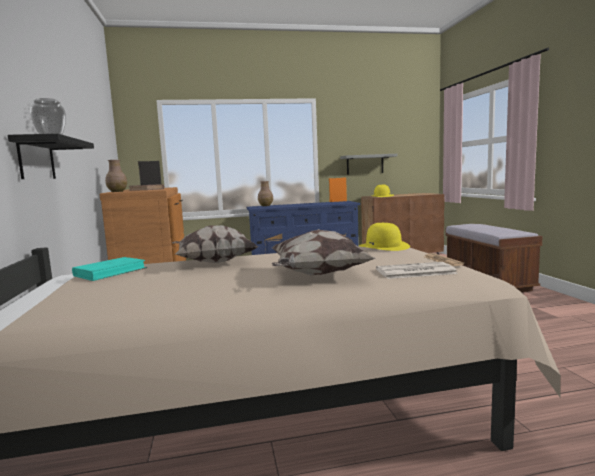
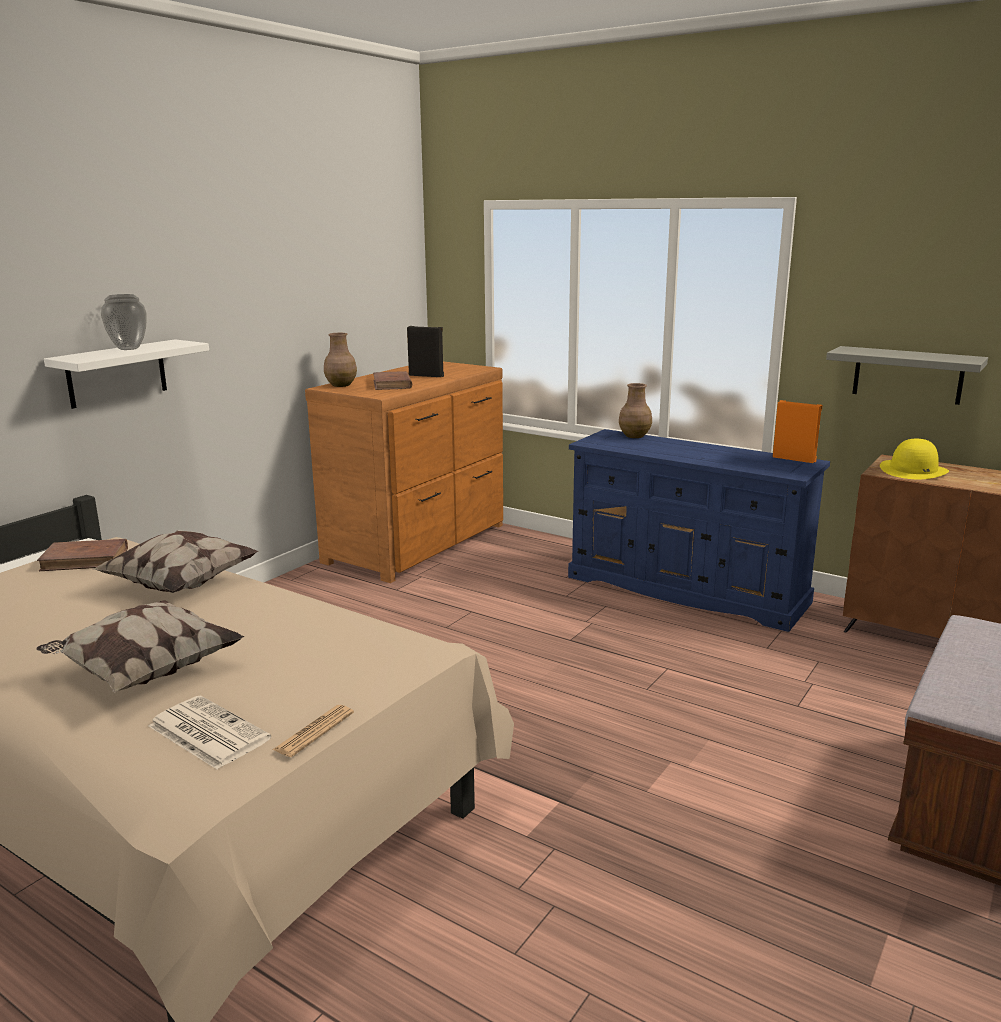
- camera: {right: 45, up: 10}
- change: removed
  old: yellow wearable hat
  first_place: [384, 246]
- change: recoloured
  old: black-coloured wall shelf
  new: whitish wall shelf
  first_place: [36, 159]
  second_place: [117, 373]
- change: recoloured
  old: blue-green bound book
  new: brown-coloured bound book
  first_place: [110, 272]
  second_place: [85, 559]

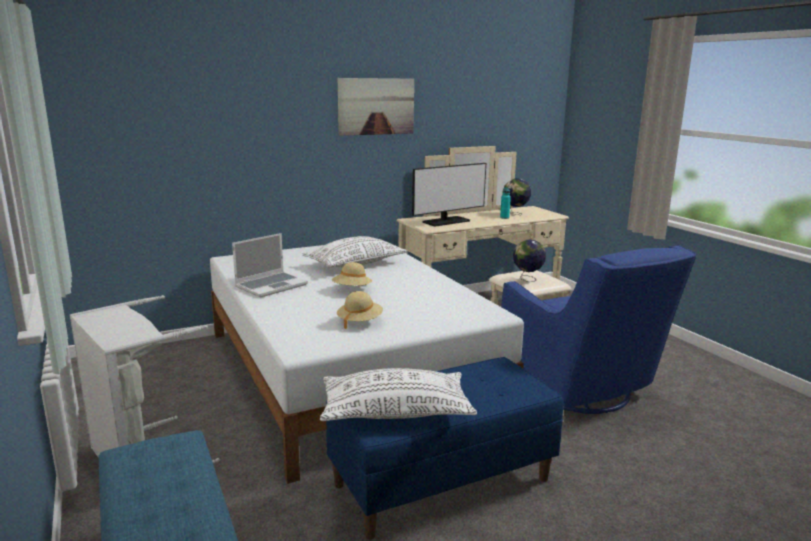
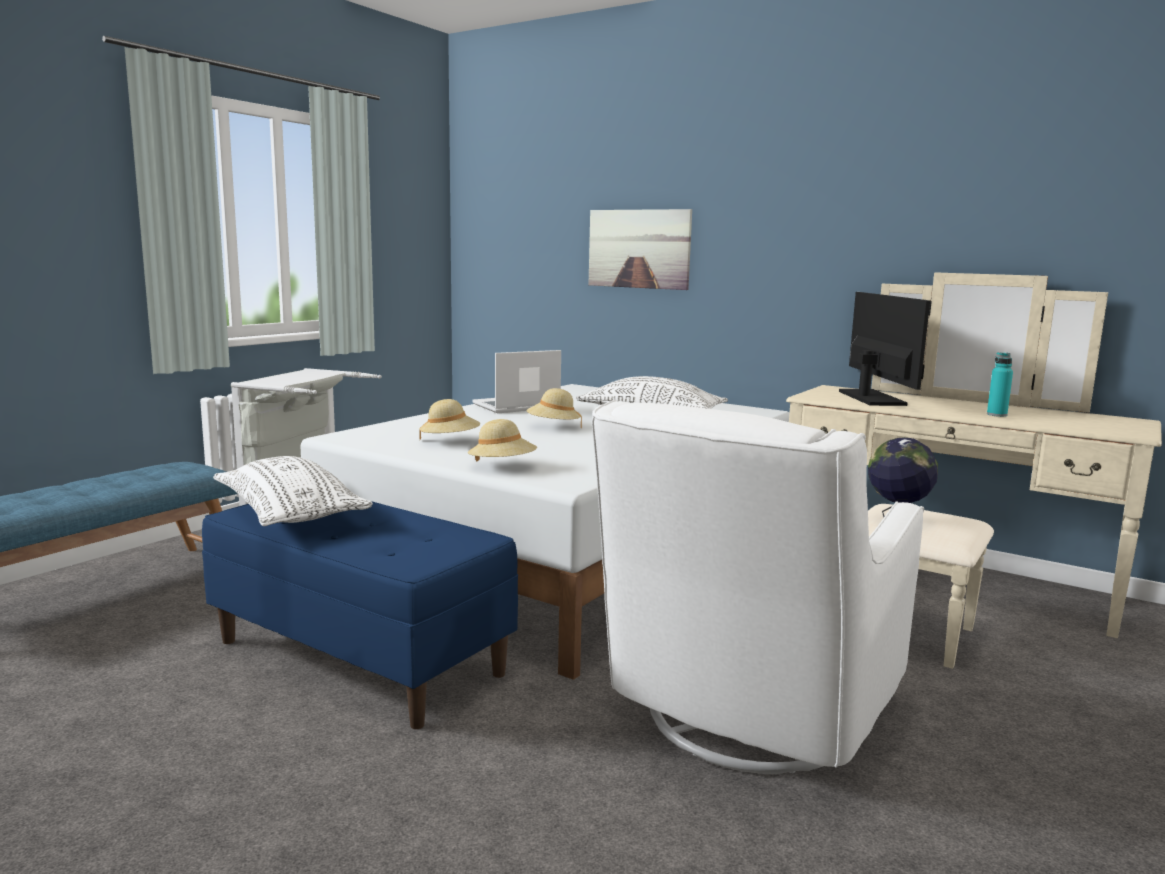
- camera: {right: 60, up: -5}
- change: removed
  old: globe
  first_place: [515, 214]
- change: added
  new: beige wearable hat
  second_place: [502, 466]
- change: moved
  old: wall picture
  first_place: [376, 106]
  second_place: [639, 249]
- change: recoloured
  old: blue-coloured lounge chair
  new: whitish lounge chair
  first_place: [581, 391]
  second_place: [745, 719]
- change: turned
  old: laptop
  first_place: [271, 285]
  second_place: [516, 406]
  degrees: 135
- change: turned
  old: computer display
  first_place: [446, 221]
  second_place: [871, 398]
  degrees: -120

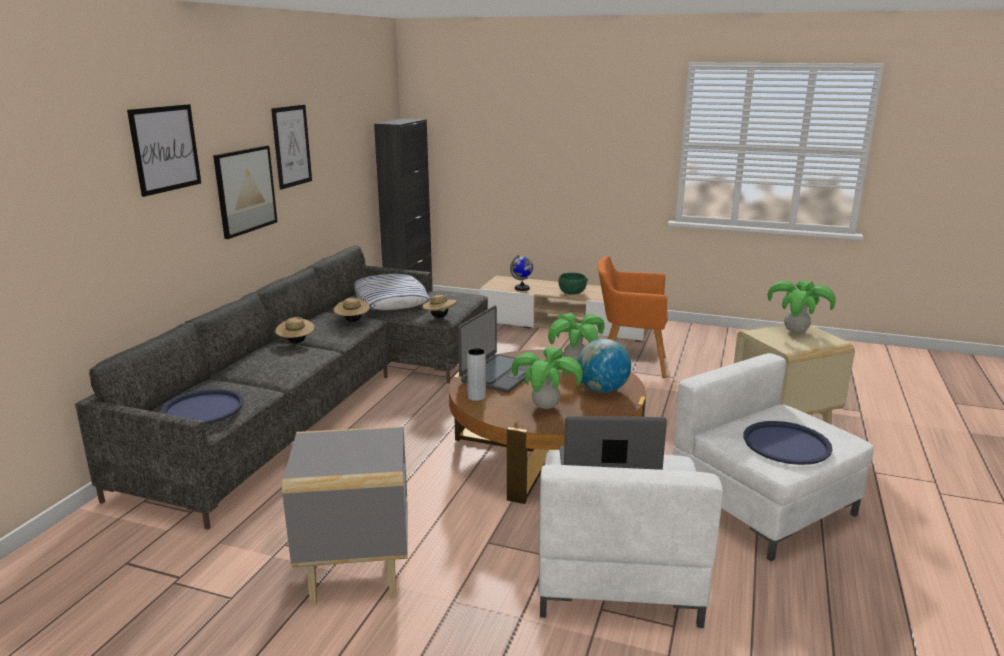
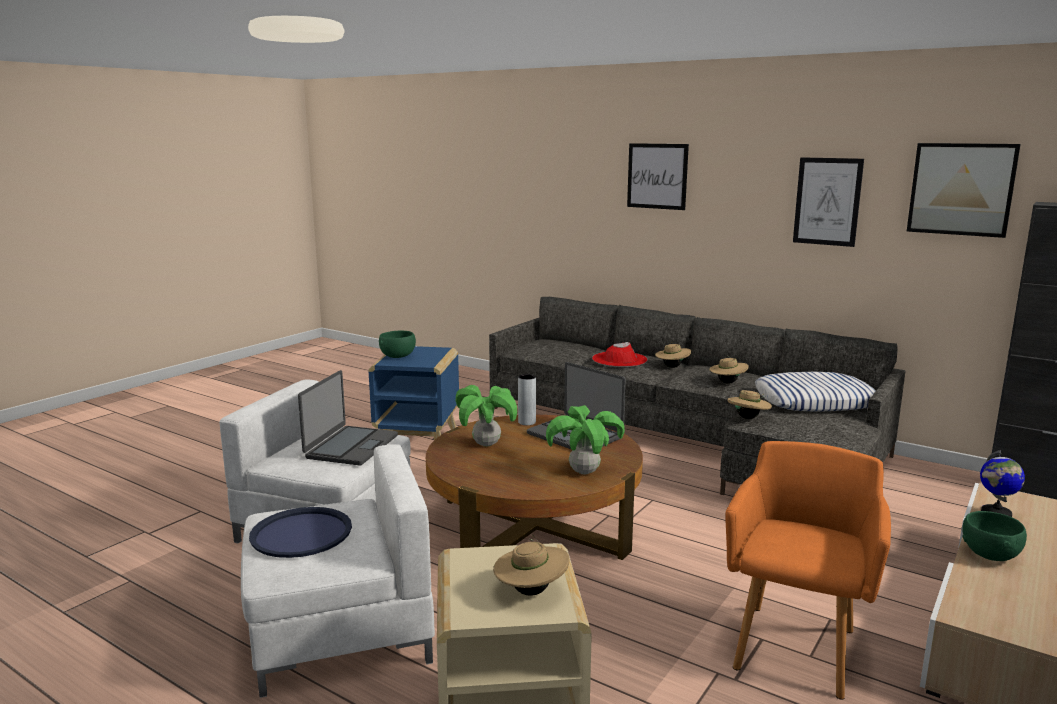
- camera: {right: 105, up: -5}
- change: removed
  old: blue-coloured serving tray
  first_place: [203, 408]
- change: removed
  old: globe
  first_place: [602, 390]
- change: added
  new: green bowl
  second_place: [398, 356]
- change: added
  new: red-coloured wearable hat
  second_place: [619, 359]
- change: moved
  old: wall picture
  first_place: [245, 190]
  second_place: [961, 189]
- change: replaced
  old: potted plant
  new: beige wearable hat
  first_place: [795, 331]
  second_place: [531, 591]
- change: recoloured
  old: greyish accent table
  new: blue-coloured accent table
  first_place: [356, 565]
  second_place: [419, 442]

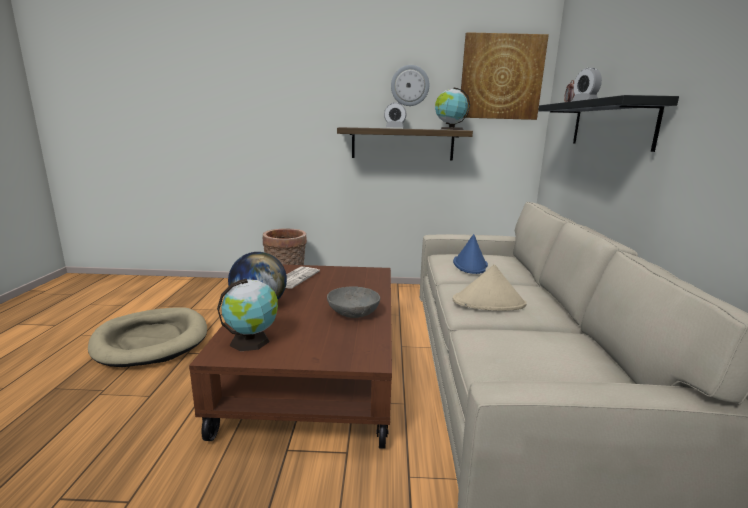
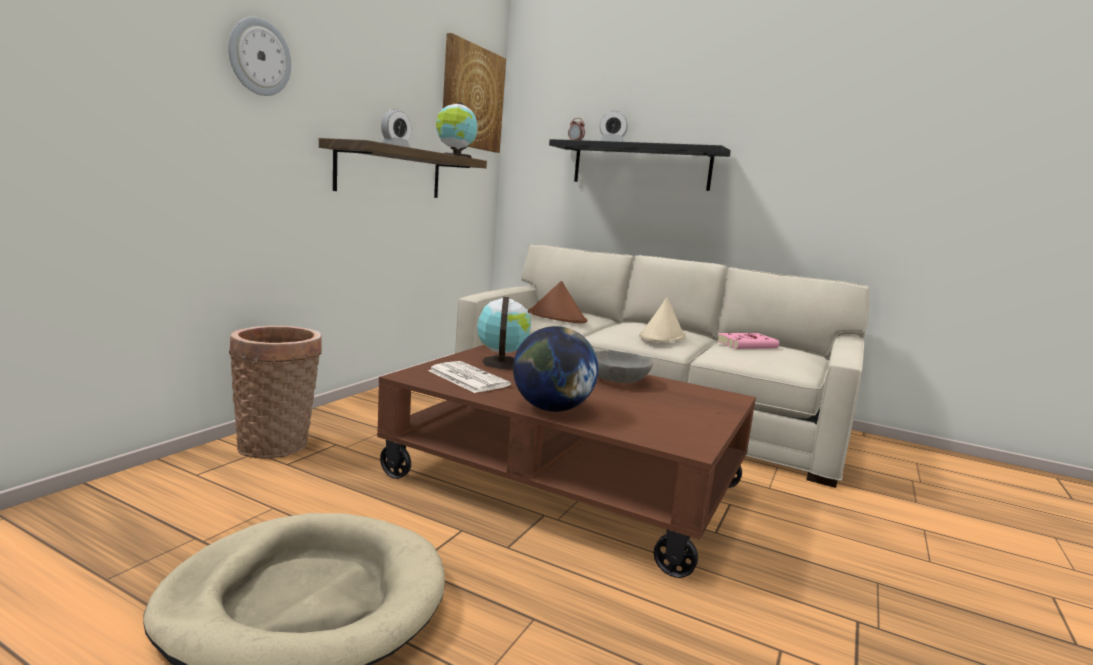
- camera: {right: -65, up: -5}
- change: added
  new: pink bound book
  second_place: [748, 345]
- change: moved
  old: globe
  first_place: [252, 340]
  second_place: [501, 363]
- change: moved
  old: hanging clock
  first_place: [410, 85]
  second_place: [259, 57]
- change: recoloured
  old: blue-coloured wearable hat
  new: brown-coloured wearable hat
  first_place: [470, 264]
  second_place: [557, 317]

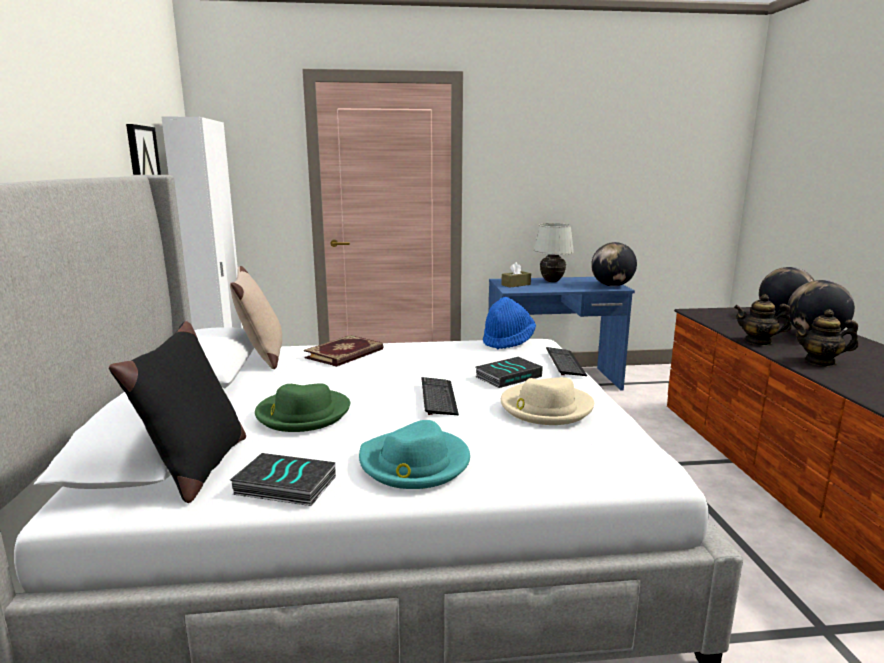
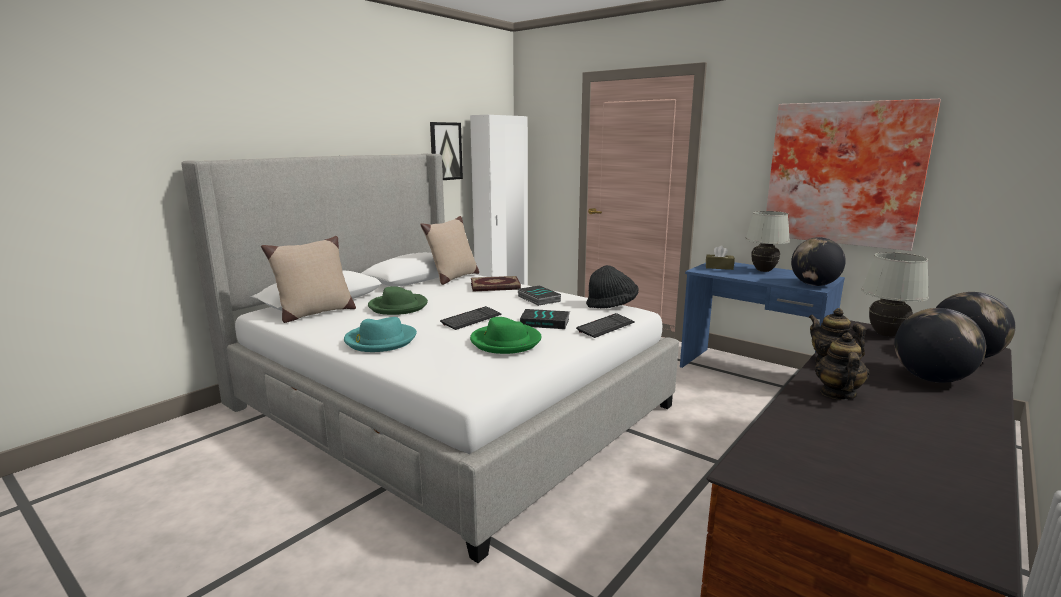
- camera: {right: 45, up: 0}
- change: added
  new: wall picture
  second_place: [844, 174]
- change: added
  new: whitish table lamp
  second_place: [886, 335]
- change: moved
  old: bound book
  first_place: [283, 486]
  second_place: [537, 299]
- change: recoloured
  old: black-coloured cushion
  new: beige cushion
  first_place: [197, 469]
  second_place: [315, 313]
- change: recoloured
  old: blue-coloured wearable hat
  new: black-coloured wearable hat
  first_place: [508, 341]
  second_place: [612, 305]
- change: recoloured
  old: beige wearable hat
  new: green wearable hat
  first_place: [545, 407]
  second_place: [505, 342]
- change: turned
  old: teapot
  first_place: [820, 362]
  second_place: [837, 394]
  degrees: 45

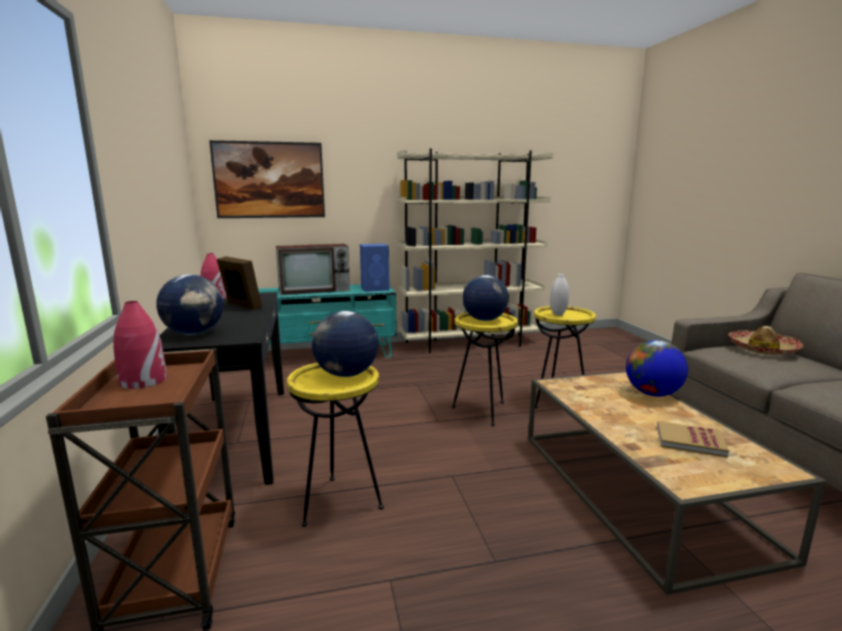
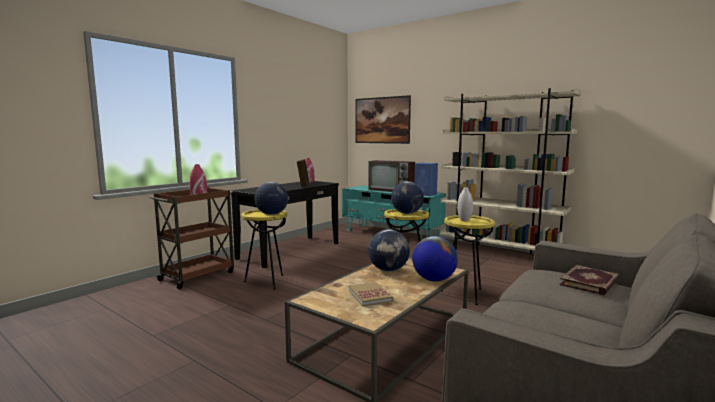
- camera: {right: 50, up: -5}
- change: moved
  old: globe
  first_place: [194, 333]
  second_place: [388, 270]
- change: replaced
  old: wearable hat
  new: bound book
  first_place: [762, 349]
  second_place: [590, 282]

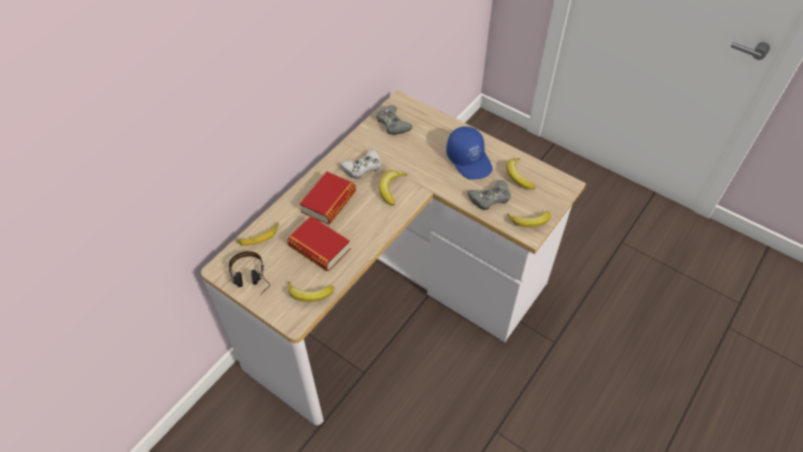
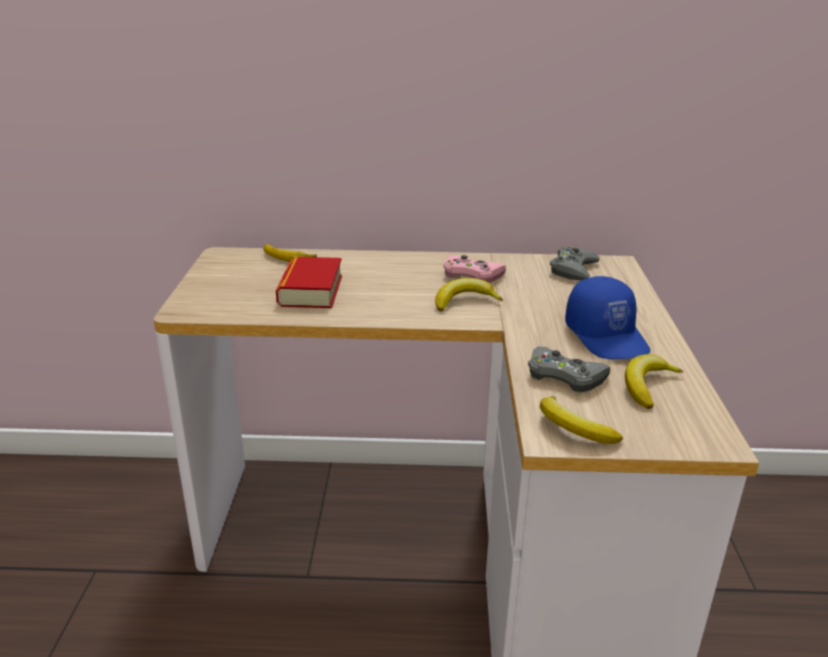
- camera: {right: 55, up: -25}
- change: removed
  old: headset
  first_place: [250, 281]
- change: removed
  old: whole banana
  first_place: [310, 294]
- change: removed
  old: bound book
  first_place: [328, 202]
- change: recoloured
  old: whitish game controller
  new: pink game controller
  first_place: [362, 167]
  second_place: [472, 275]
- change: turned
  old: blue-coloured cap
  first_place: [469, 160]
  second_place: [607, 337]
  degrees: -45

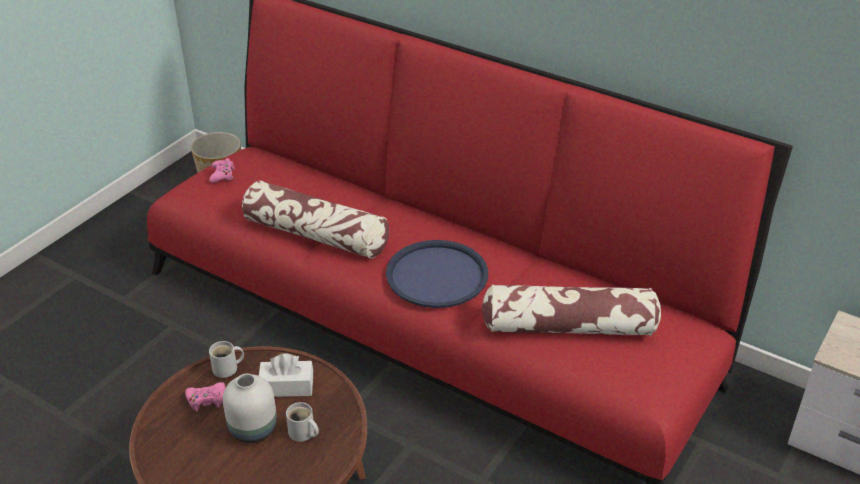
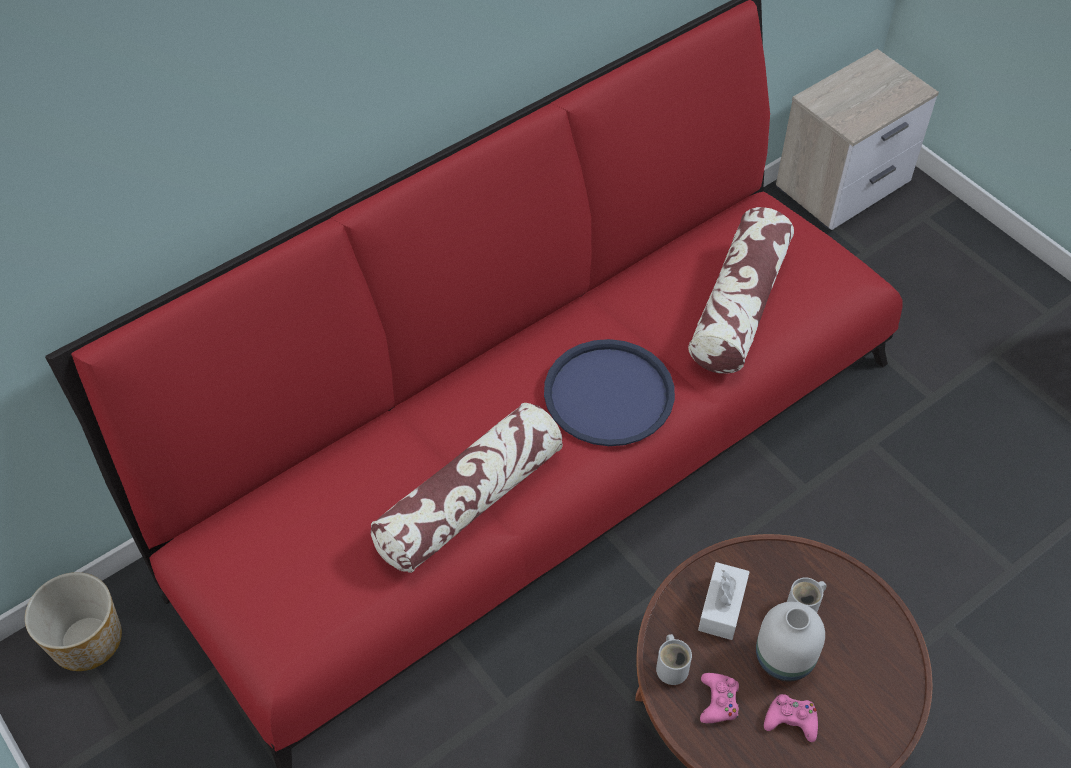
- camera: {right: -70, up: 15}
- change: moved
  old: pink game controller
  first_place: [222, 175]
  second_place: [791, 720]

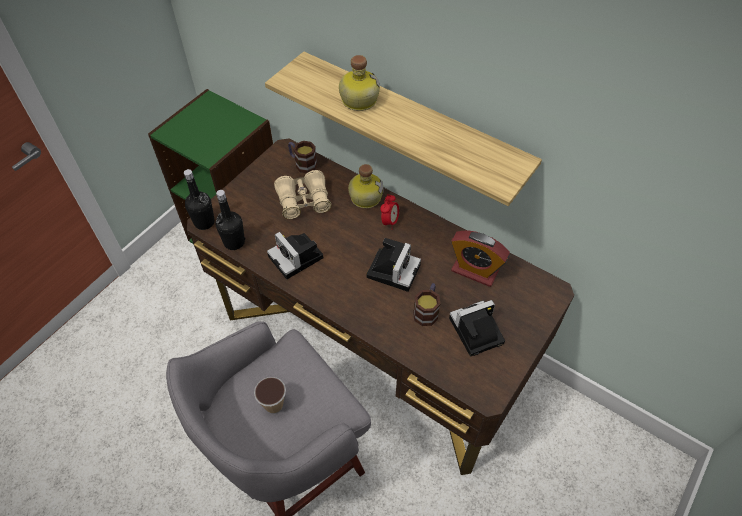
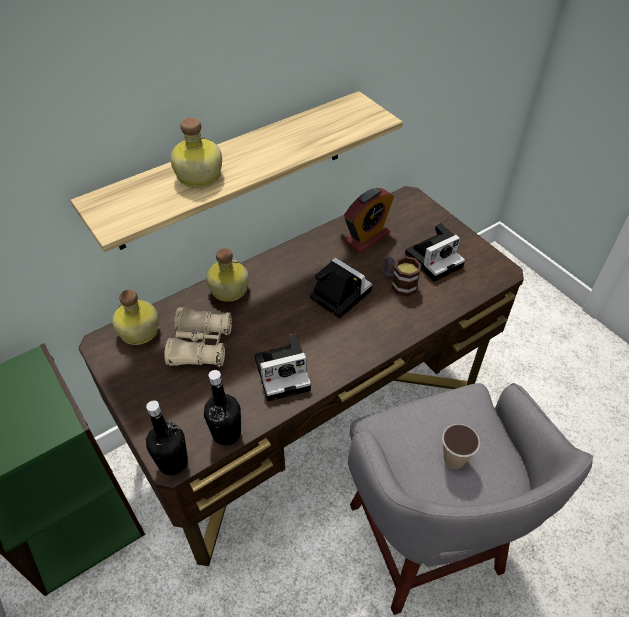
- camera: {right: -70, up: -5}
- change: removed
  old: table clock
  first_place: [389, 222]
- change: replaced
  old: mug
  new: bottle
  first_place: [302, 163]
  second_place: [138, 332]
- change: turned
  old: still camera
  first_place: [474, 332]
  second_place: [434, 259]
  degrees: -120

